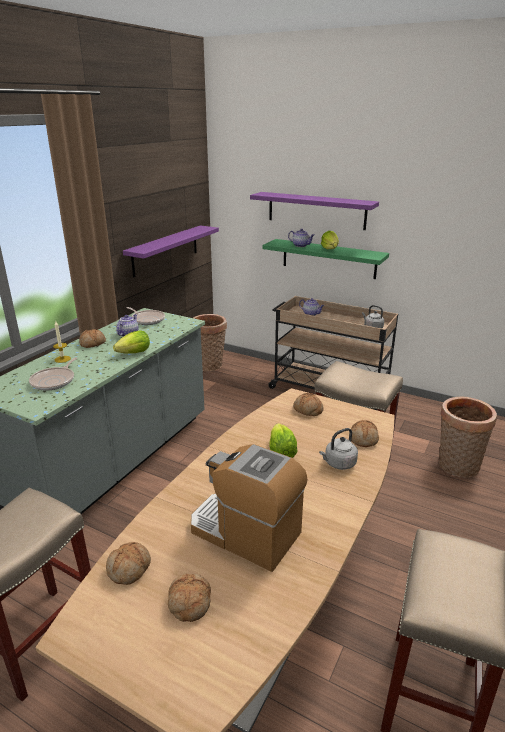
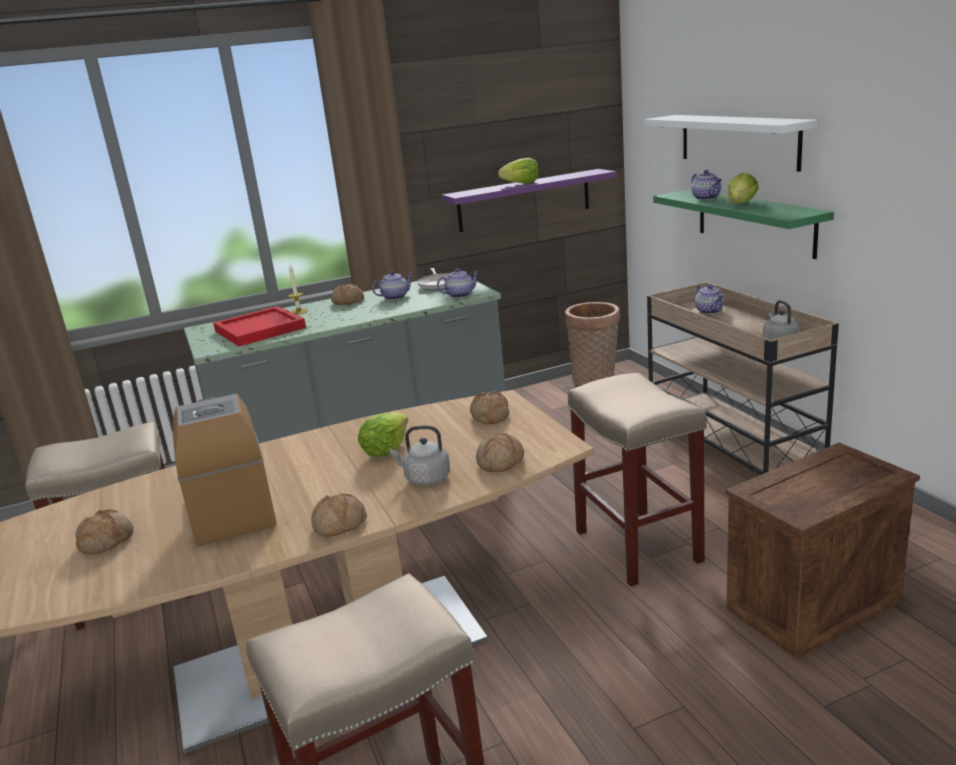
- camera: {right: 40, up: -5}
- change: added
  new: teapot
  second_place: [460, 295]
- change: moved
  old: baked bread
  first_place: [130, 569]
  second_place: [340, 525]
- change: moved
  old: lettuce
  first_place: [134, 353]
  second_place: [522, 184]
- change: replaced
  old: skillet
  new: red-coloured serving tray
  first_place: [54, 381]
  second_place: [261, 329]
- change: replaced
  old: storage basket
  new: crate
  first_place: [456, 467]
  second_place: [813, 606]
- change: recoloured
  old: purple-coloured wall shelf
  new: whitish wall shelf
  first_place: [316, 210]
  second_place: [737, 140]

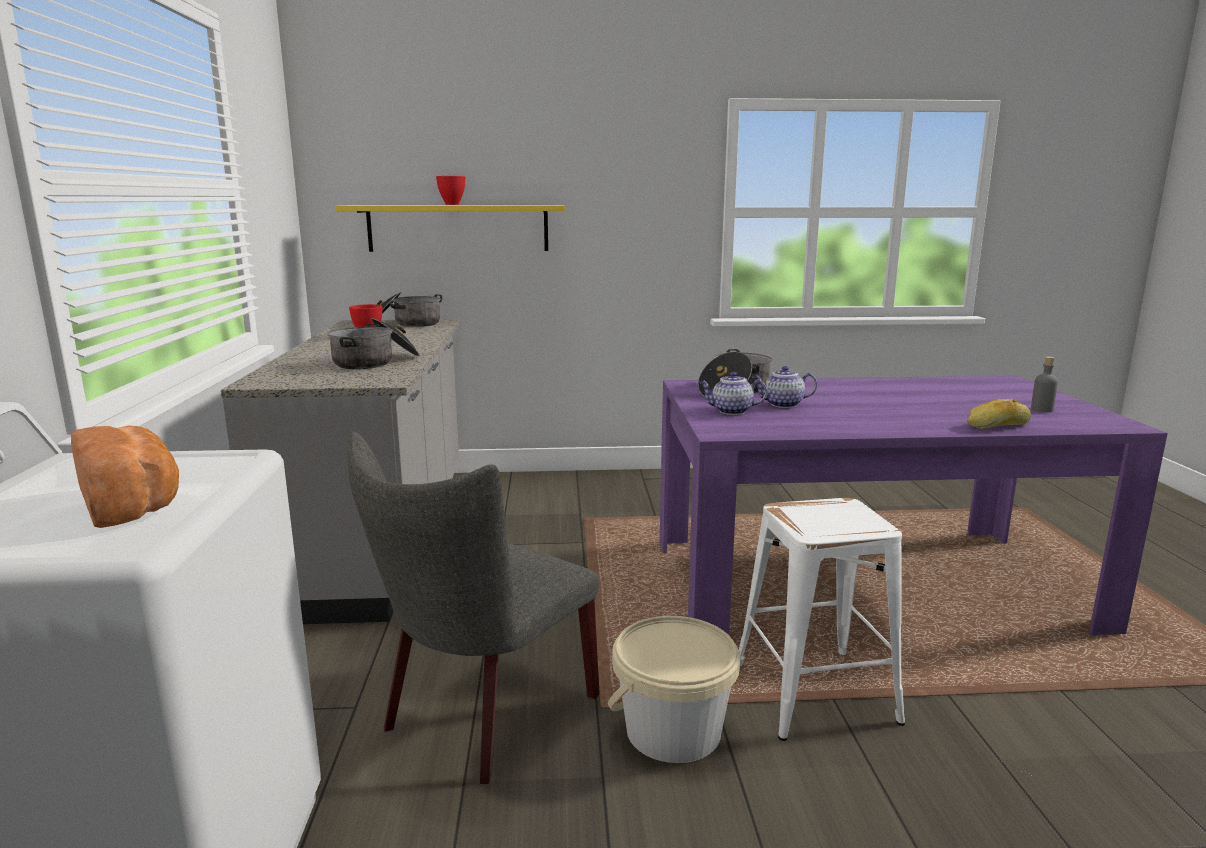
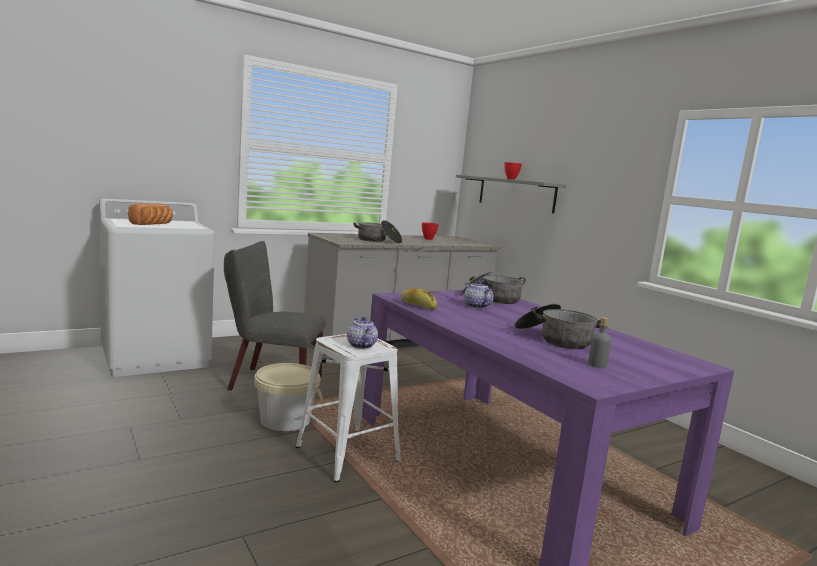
- camera: {right: 60, up: -5}
- change: moved
  old: stockpot
  first_place: [406, 324]
  second_place: [554, 339]
- change: moved
  old: teapot
  first_place: [731, 411]
  second_place: [360, 345]
- change: moved
  old: baked bread
  first_place: [997, 426]
  second_place: [418, 306]
- change: recoloured
  old: yellow wall shelf
  new: greyish wall shelf
  first_place: [458, 228]
  second_place: [516, 193]

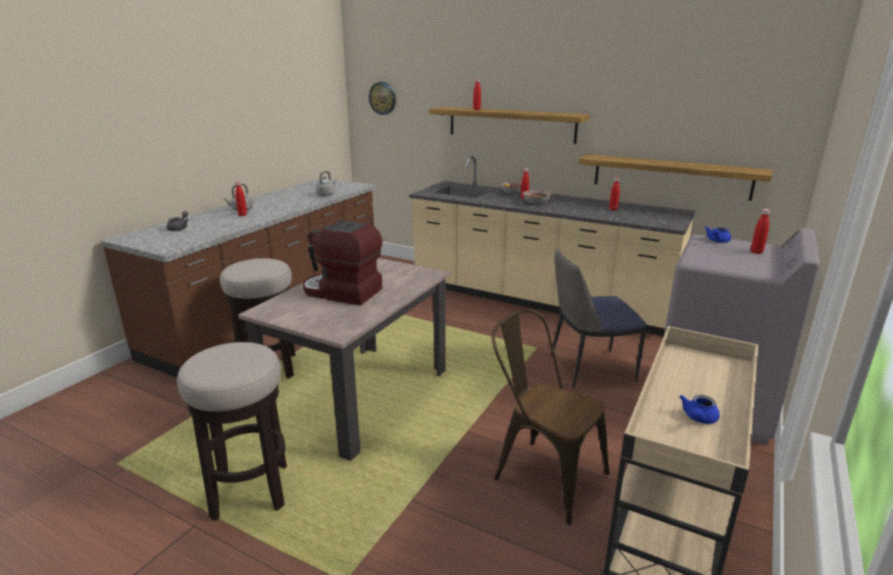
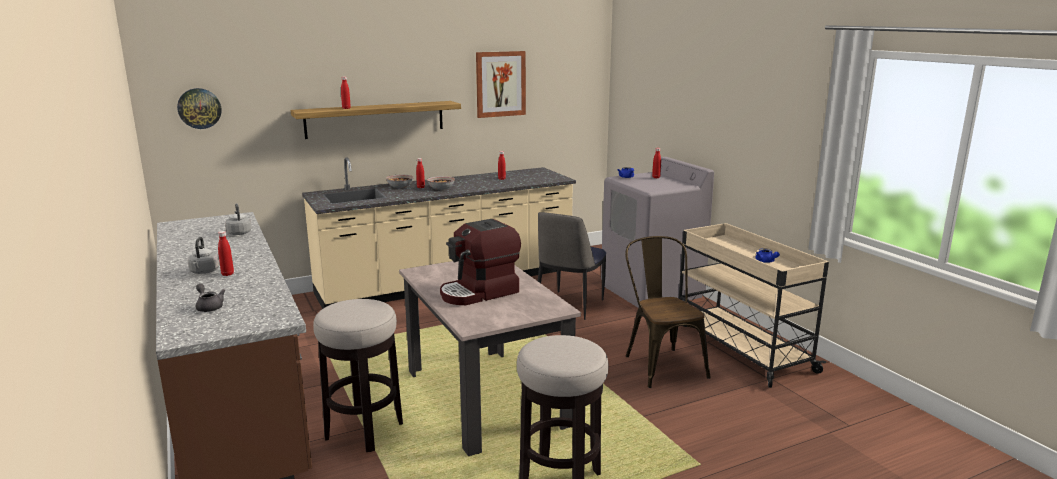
- camera: {right: -55, up: -5}
- change: removed
  old: wall shelf
  first_place: [670, 176]
- change: added
  new: wall picture
  second_place: [500, 84]
- change: turned
  old: brown-coloured upright chair
  first_place: [542, 473]
  second_place: [661, 364]
  degrees: 90

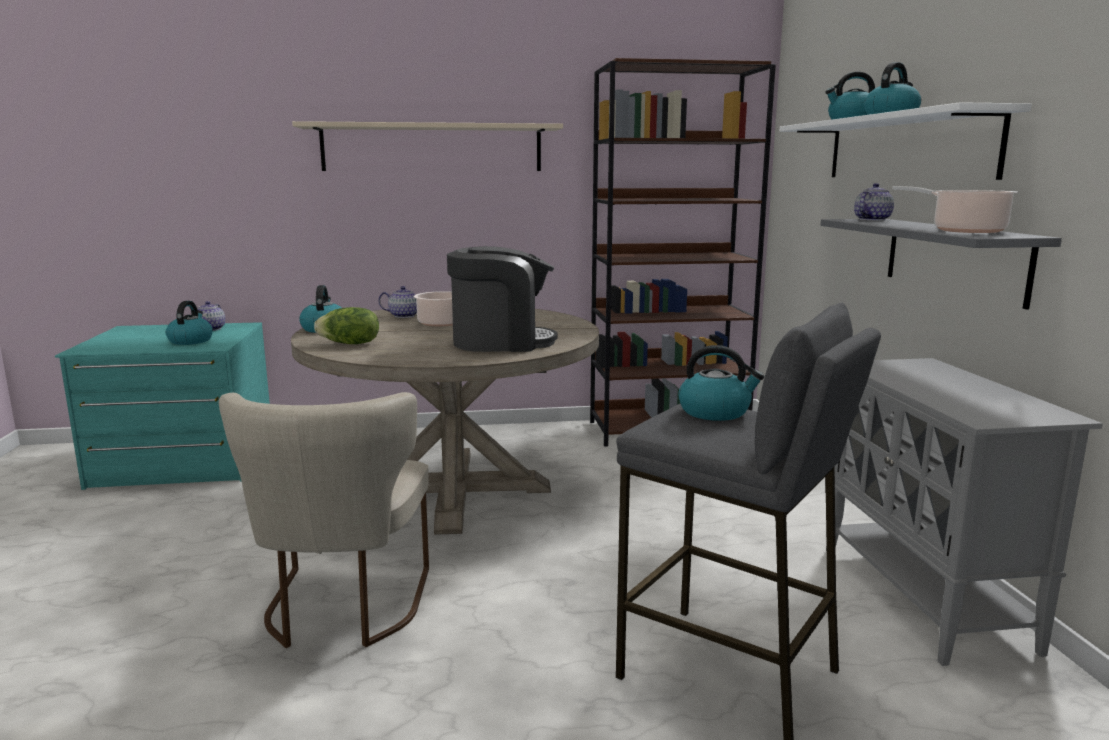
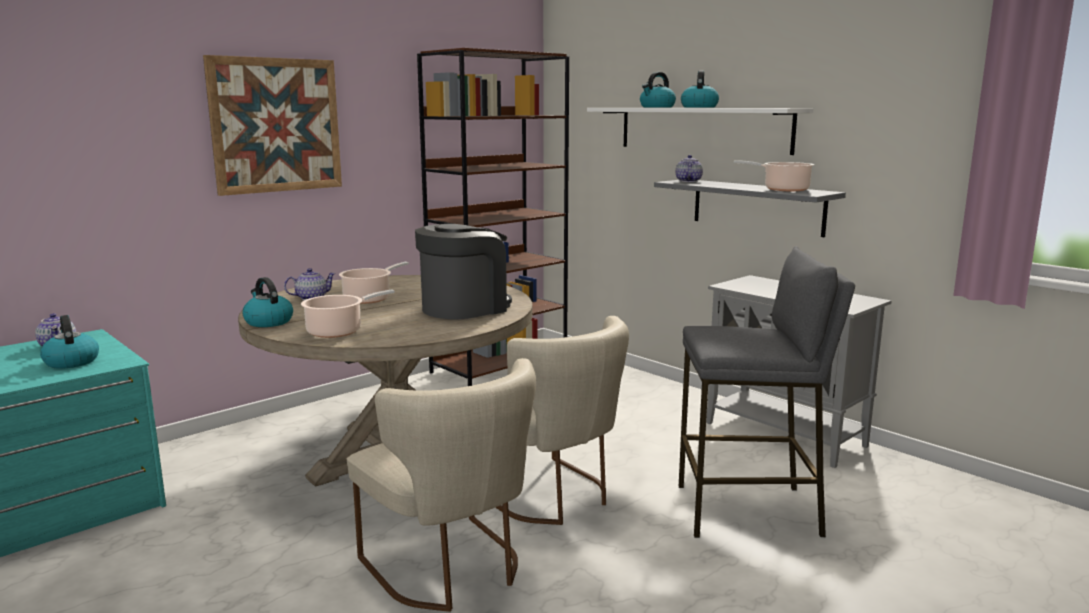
- camera: {right: -35, up: 0}
- change: removed
  old: water kettle
  first_place: [715, 412]
- change: added
  new: beige upright chair
  second_place: [551, 495]
- change: replaced
  old: beige wall shelf
  new: wall picture
  first_place: [432, 148]
  second_place: [276, 125]
- change: replaced
  old: lettuce
  new: stockpot
  first_place: [350, 344]
  second_place: [338, 331]

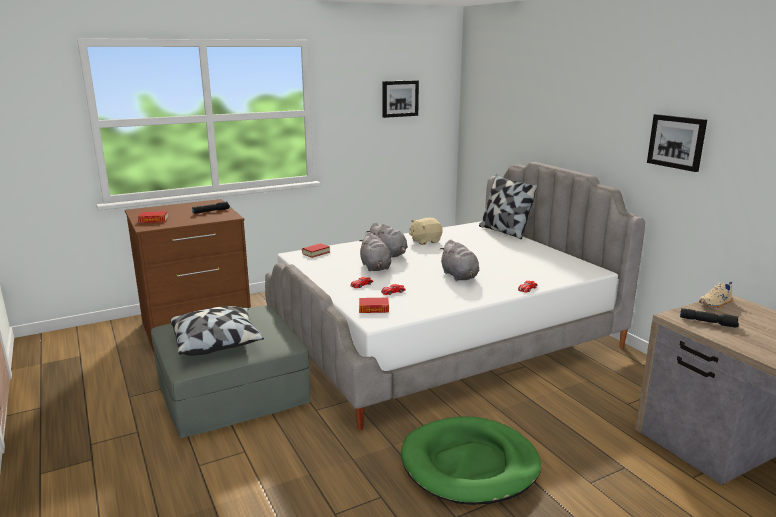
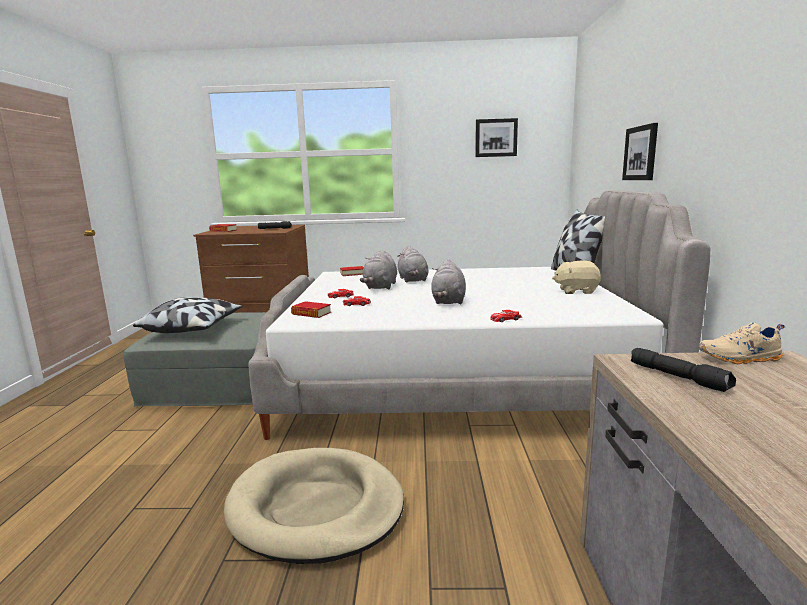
- camera: {right: 30, up: -5}
- change: moved
  old: beige plush toy
  first_place: [425, 241]
  second_place: [576, 291]
- change: moved
  old: wall picture
  first_place: [676, 142]
  second_place: [641, 153]
- change: recoloured
  old: green pet bed
  new: beige pet bed
  first_place: [469, 464]
  second_place: [316, 508]

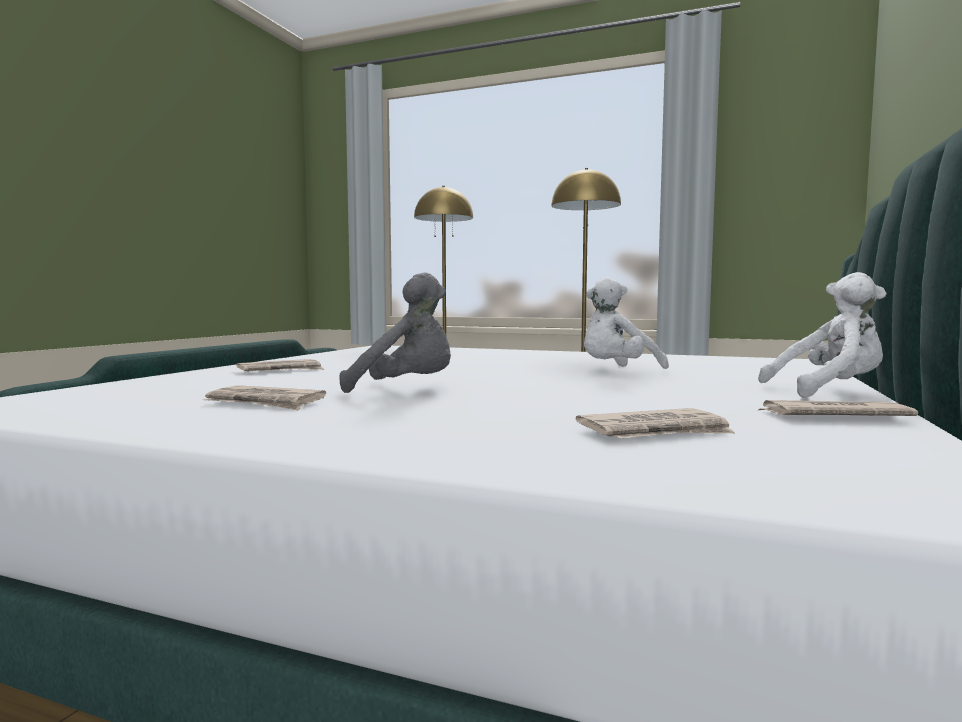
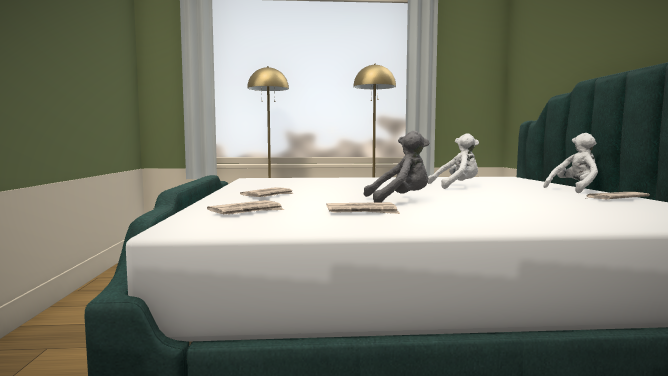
- camera: {right: -25, up: 0}
- change: moved
  old: newspaper
  first_place: [656, 432]
  second_place: [247, 211]
- change: turned
  old: whitish plush toy
  first_place: [617, 372]
  second_place: [456, 186]
  degrees: -135

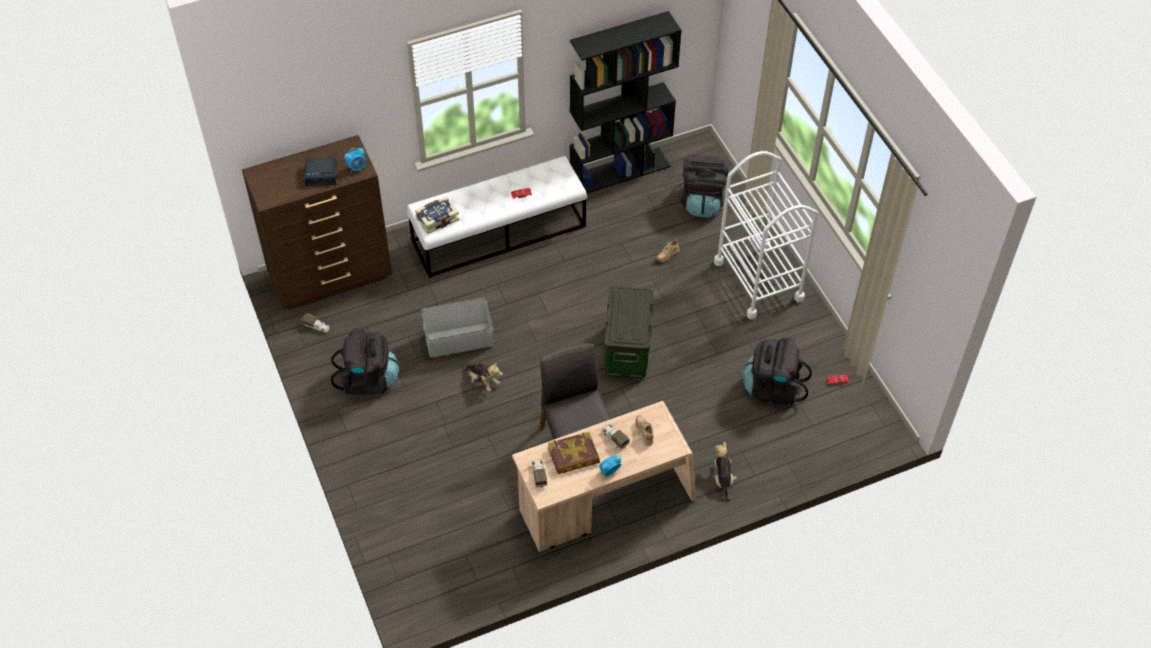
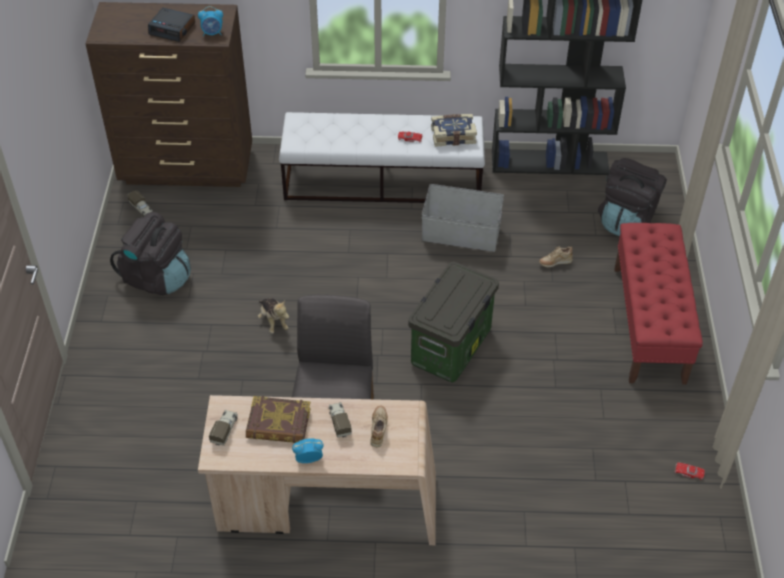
- camera: {right: 25, up: -5}
- change: removed
  old: plush toy
  first_place: [723, 479]
- change: removed
  old: black-coloured backpack
  first_place: [772, 388]
- change: moved
  old: bound book
  first_place: [437, 218]
  second_place: [453, 135]
- change: moved
  old: greyish storage box
  first_place: [459, 340]
  second_place: [461, 234]
- change: replaced
  old: whitish cart
  new: red-coloured bench
  first_place: [758, 280]
  second_place: [649, 324]

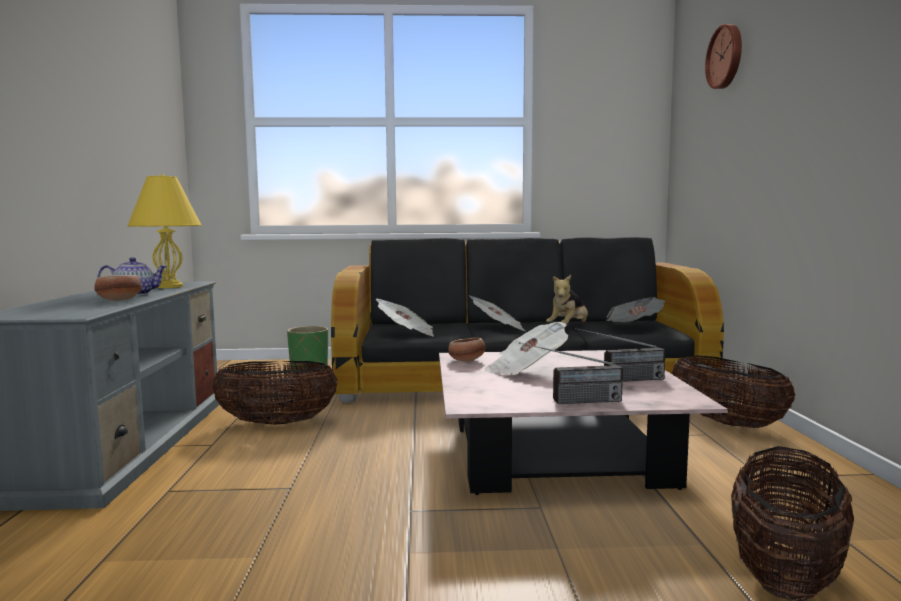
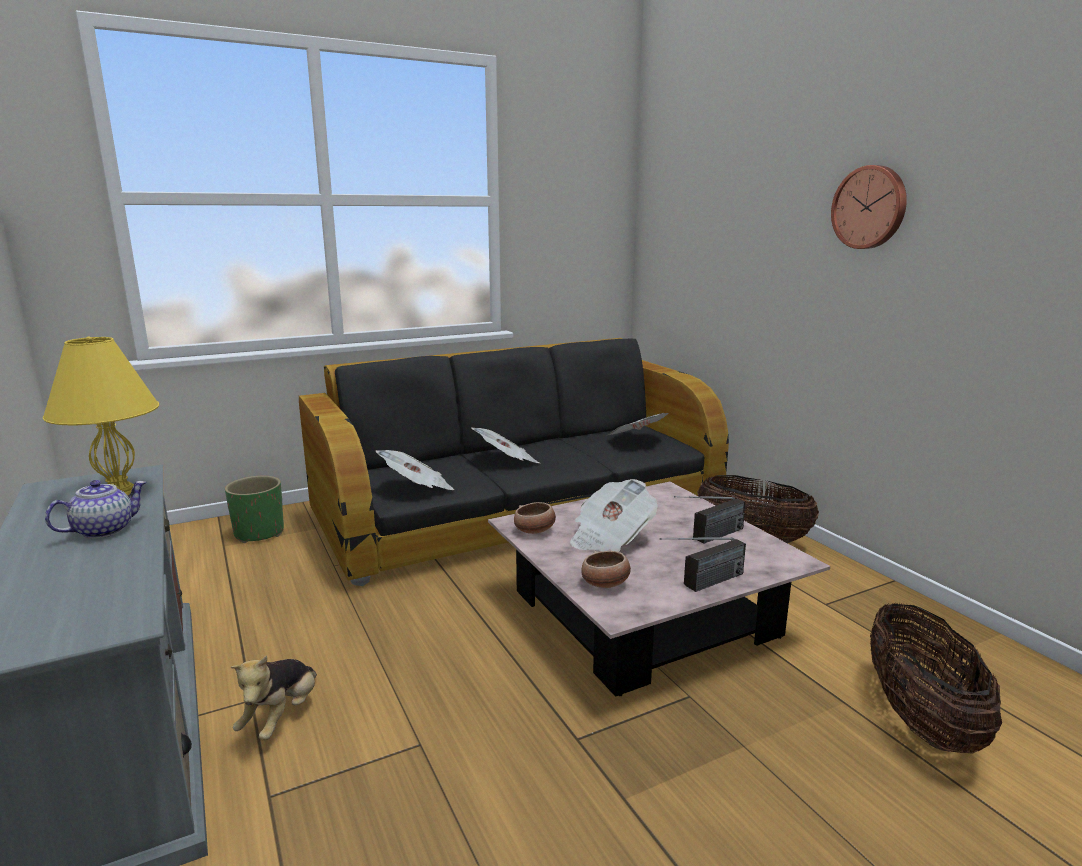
- camera: {right: -25, up: 10}
- change: removed
  old: storage basket
  first_place: [277, 423]
- change: moved
  old: bowl
  first_place: [119, 300]
  second_place: [605, 584]
- change: moved
  old: plush toy
  first_place: [569, 327]
  second_place: [281, 717]
- change: moved
  old: hanging clock
  first_place: [726, 57]
  second_place: [870, 207]

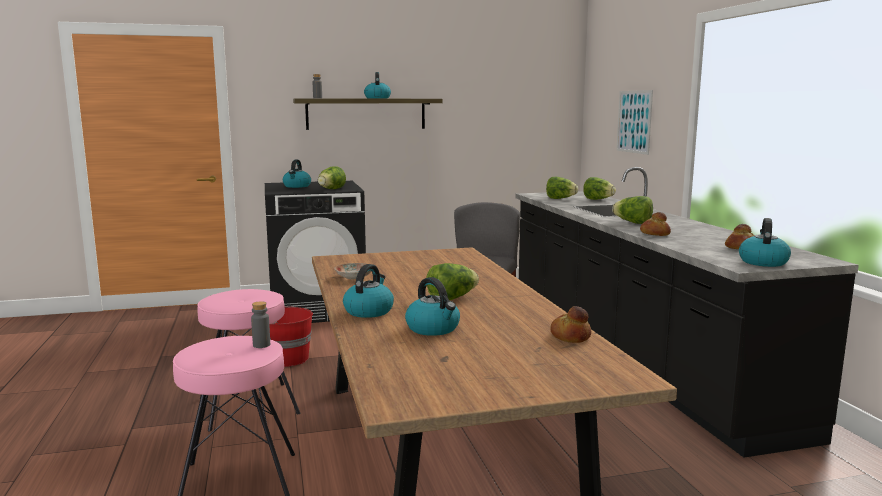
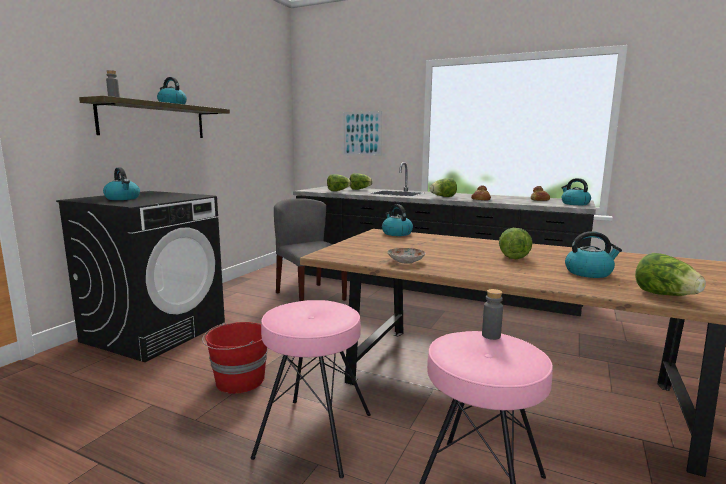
- camera: {right: -50, up: 0}
- change: removed
  old: baked bread
  first_place: [570, 336]
- change: moved
  old: lettuce
  first_place: [331, 189]
  second_place: [665, 295]
- change: moved
  old: water kettle
  first_place: [369, 311]
  second_place: [396, 233]

